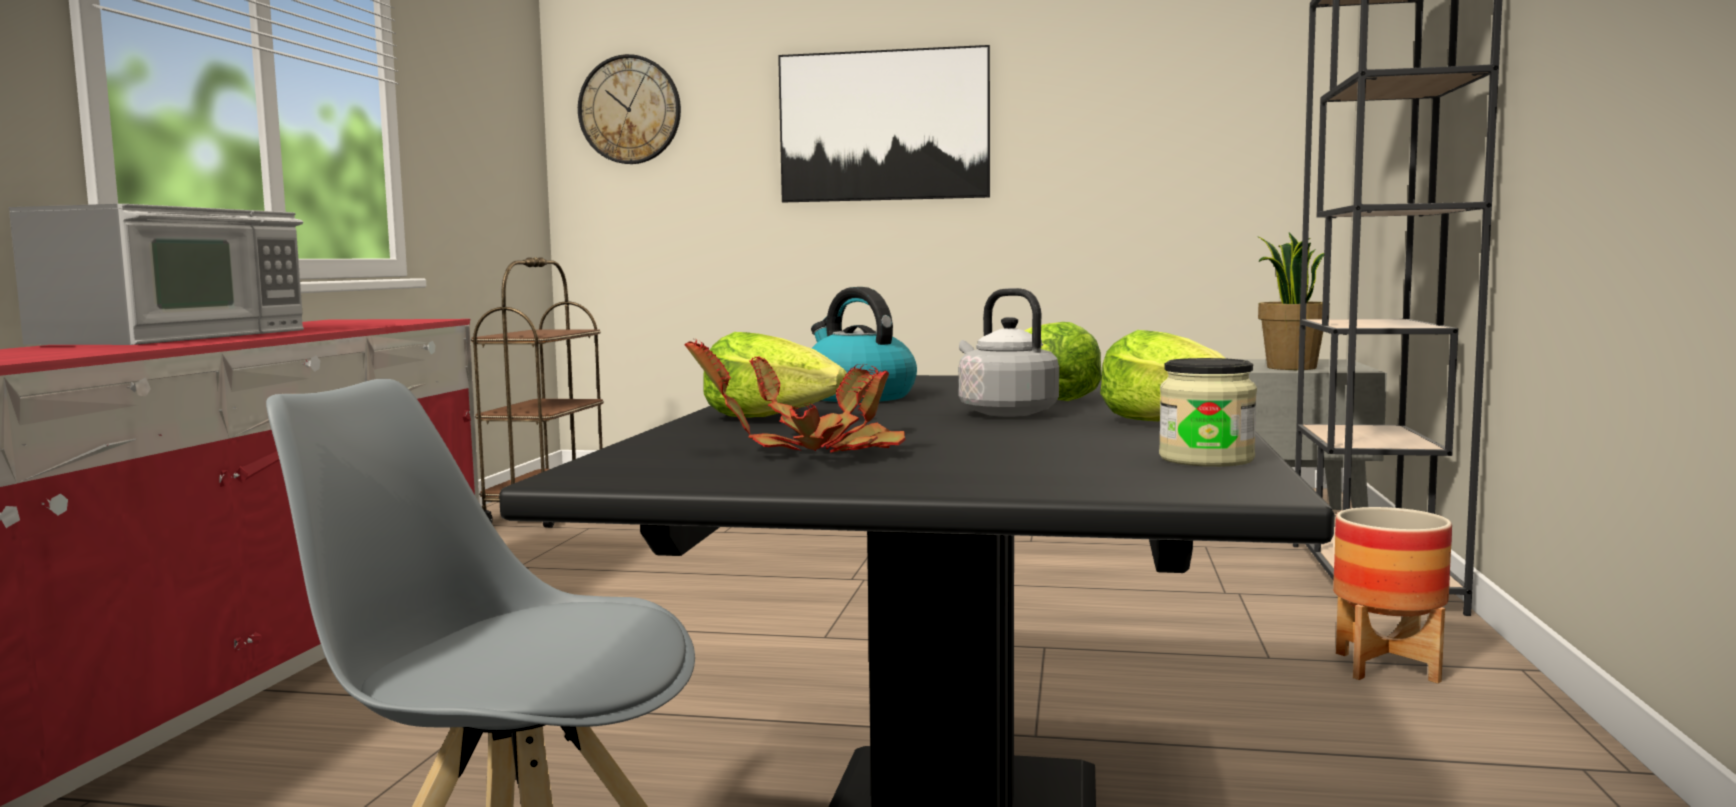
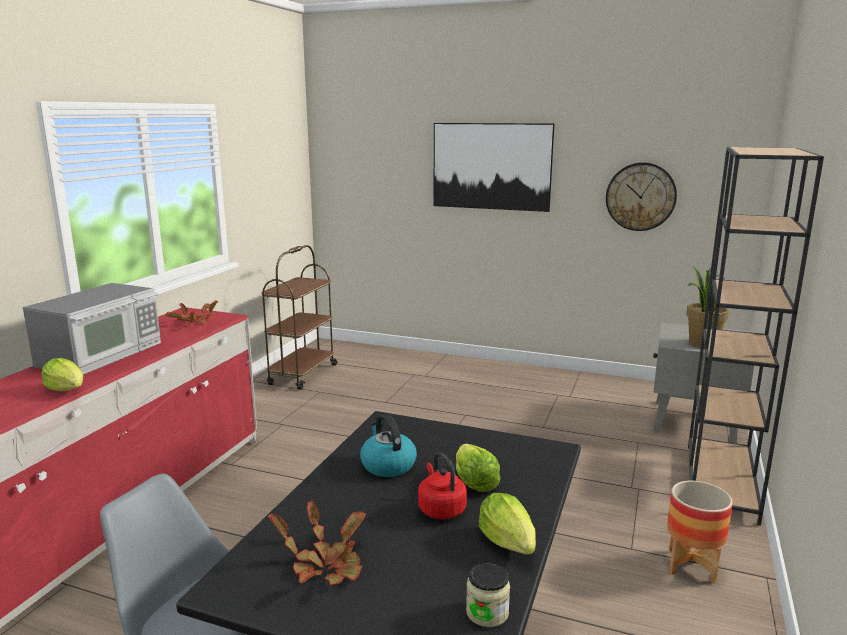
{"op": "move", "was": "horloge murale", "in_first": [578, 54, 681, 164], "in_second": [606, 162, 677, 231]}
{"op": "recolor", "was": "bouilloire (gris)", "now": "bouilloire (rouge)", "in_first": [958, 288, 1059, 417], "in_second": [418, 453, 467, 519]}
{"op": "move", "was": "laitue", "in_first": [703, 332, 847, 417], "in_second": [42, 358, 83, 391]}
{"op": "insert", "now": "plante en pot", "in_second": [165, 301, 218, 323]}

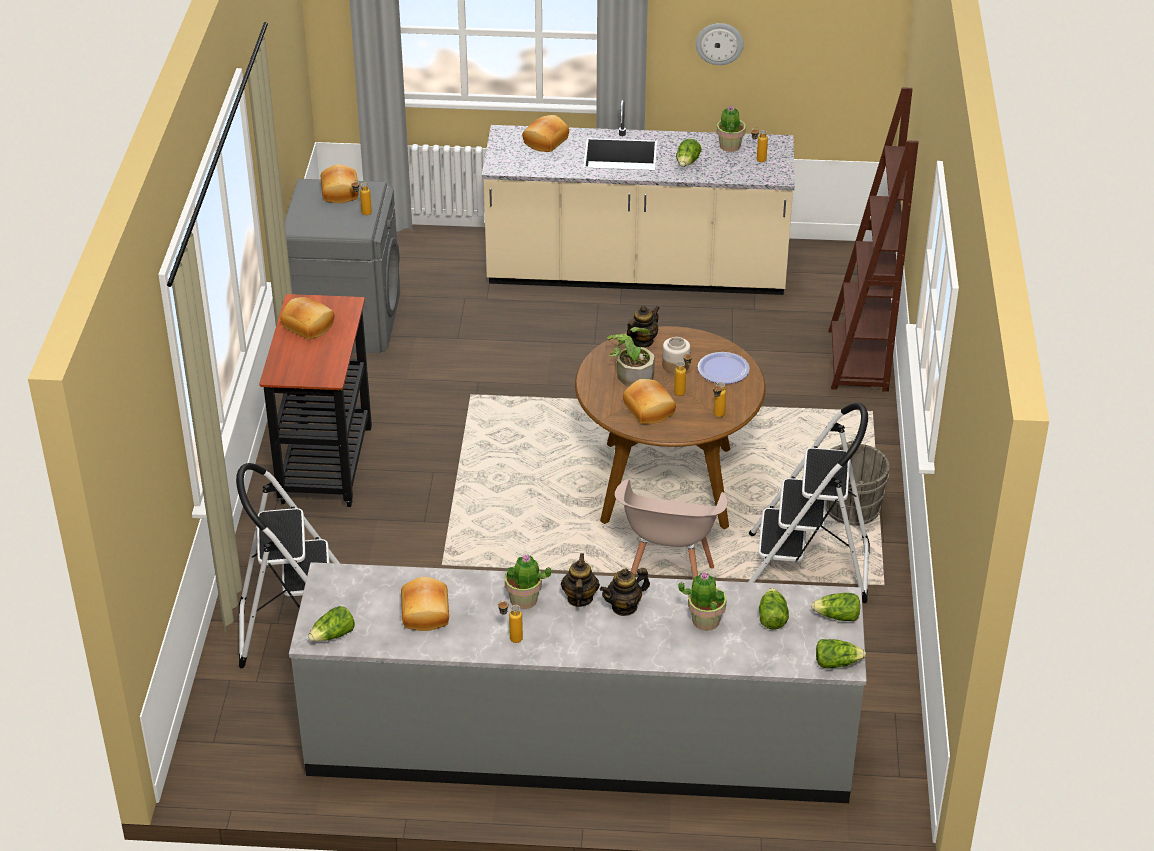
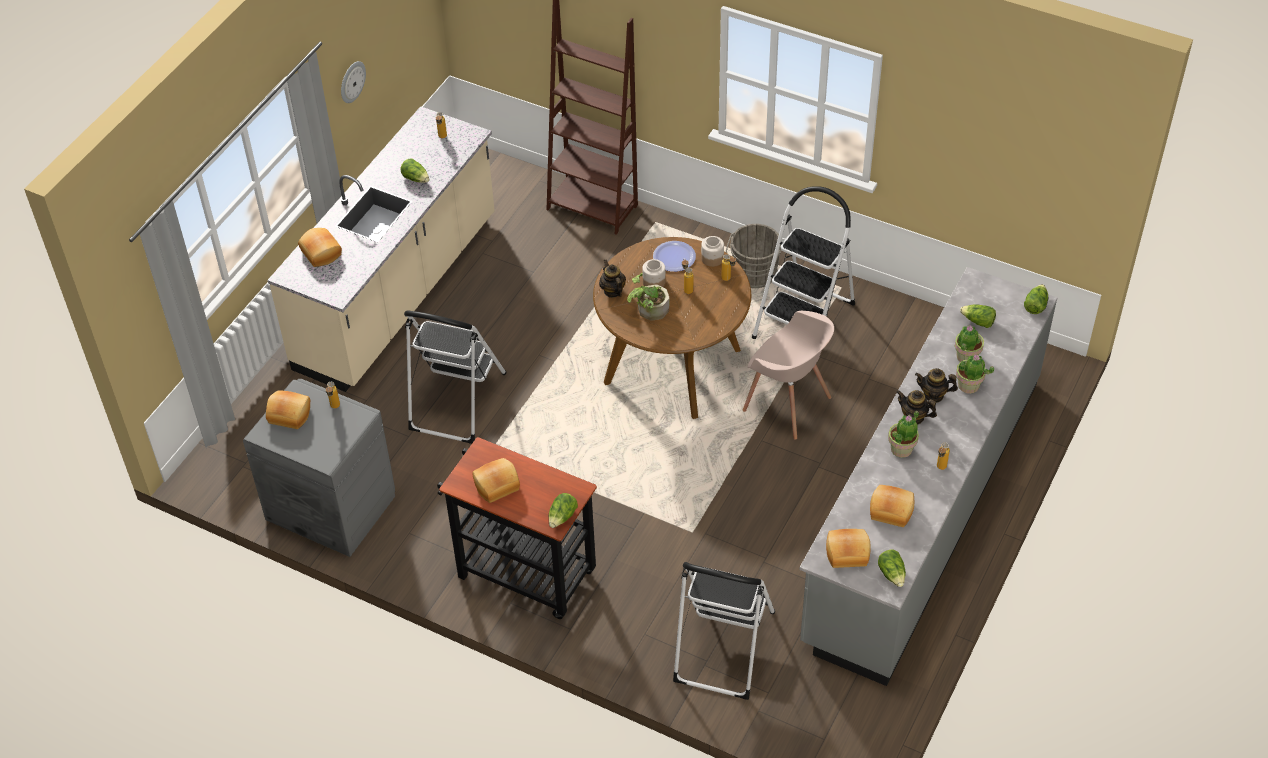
{"op": "move", "was": "plante en pot", "in_first": [717, 106, 746, 152], "in_second": [956, 354, 994, 394]}
{"op": "move", "was": "pain", "in_first": [623, 379, 676, 424], "in_second": [826, 529, 871, 568]}
{"op": "rotate", "was": "théière", "in_first": [600, 568, 650, 616], "in_second": [915, 368, 958, 403], "clockwise": 105}
{"op": "move", "was": "laitue", "in_first": [811, 593, 860, 621], "in_second": [549, 493, 578, 528]}
{"op": "insert", "now": "bocal", "in_second": [701, 236, 724, 267]}
{"op": "insert", "now": "escabeau", "in_second": [404, 310, 506, 444]}

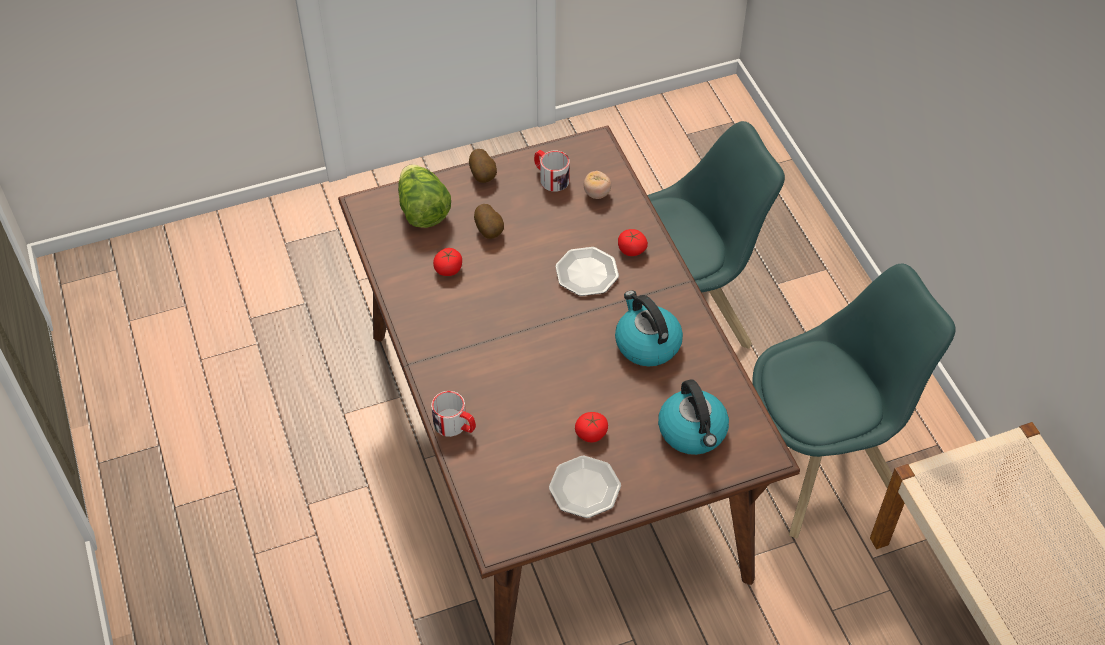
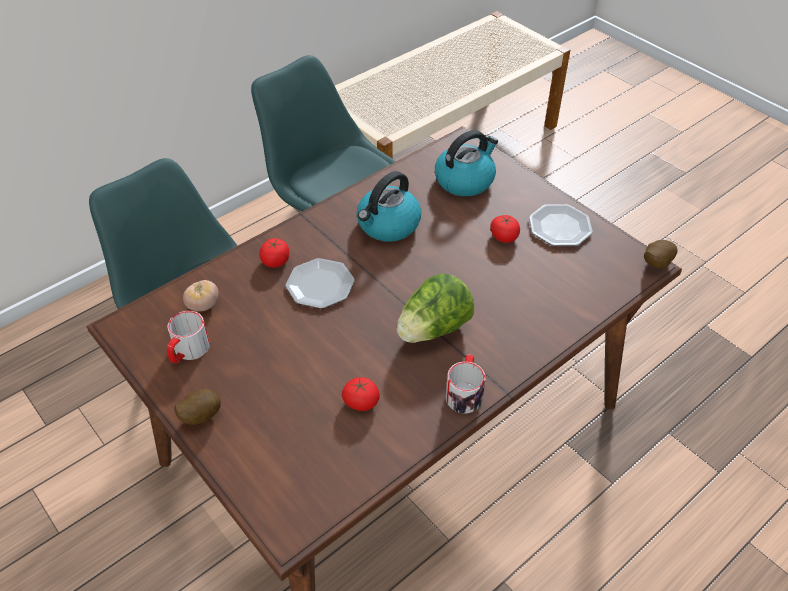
{"op": "move", "was": "laitue", "in_first": [398, 164, 451, 228], "in_second": [397, 273, 474, 343]}
{"op": "move", "was": "pomme de terre", "in_first": [474, 204, 504, 239], "in_second": [644, 240, 678, 268]}
{"op": "move", "was": "mug", "in_first": [431, 391, 476, 437], "in_second": [446, 354, 485, 413]}

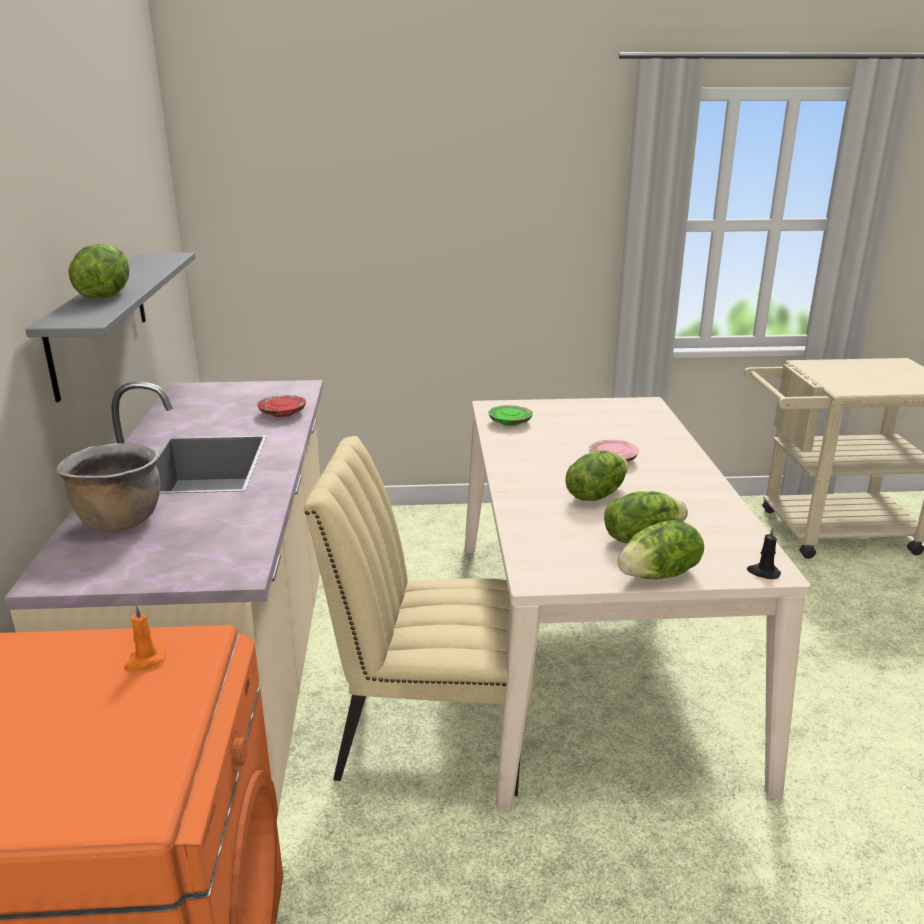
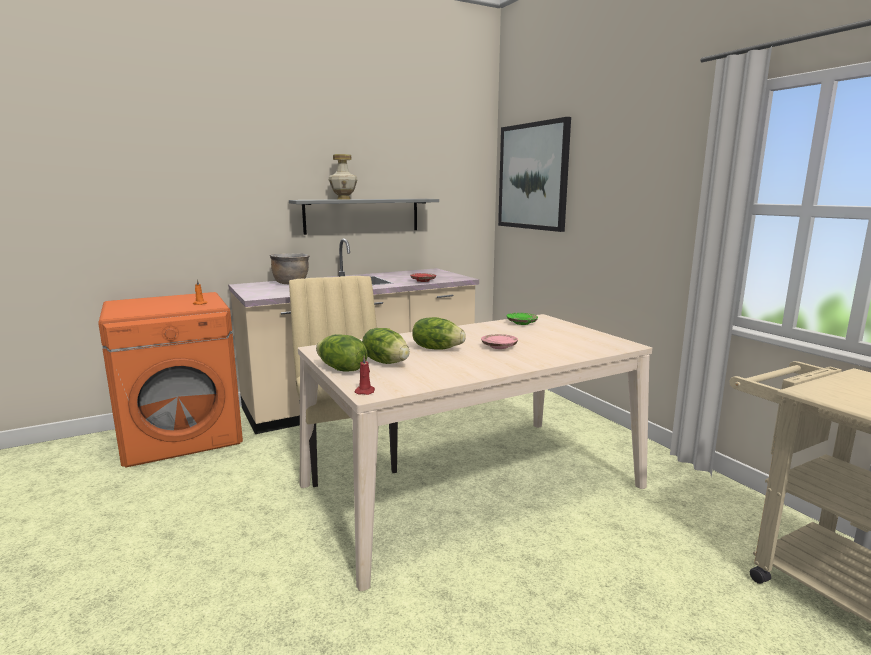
{"op": "replace", "was": "laitue", "now": "vase", "in_first": [68, 244, 129, 298], "in_second": [329, 154, 358, 200]}
{"op": "recolor", "was": "bougie (noir)", "now": "bougie (rouge)", "in_first": [747, 527, 781, 579], "in_second": [354, 356, 375, 395]}
{"op": "insert", "now": "tableau", "in_second": [498, 117, 571, 232]}

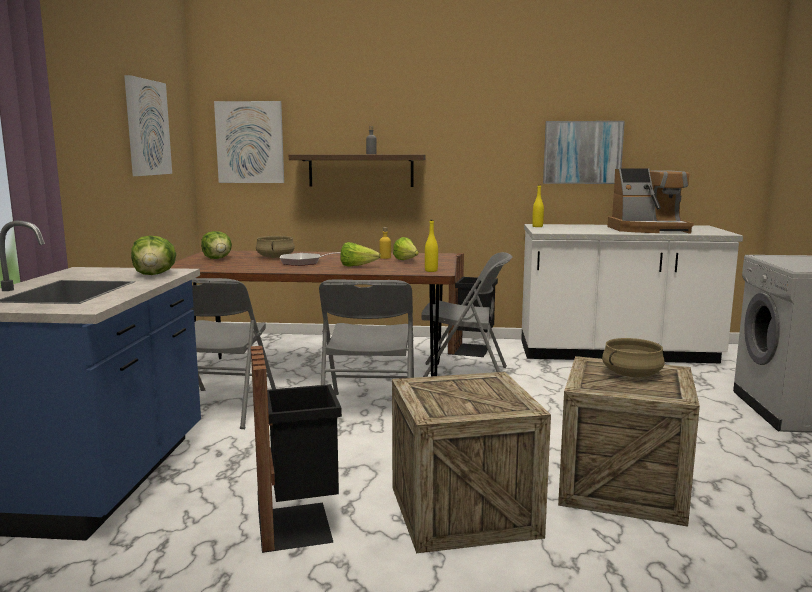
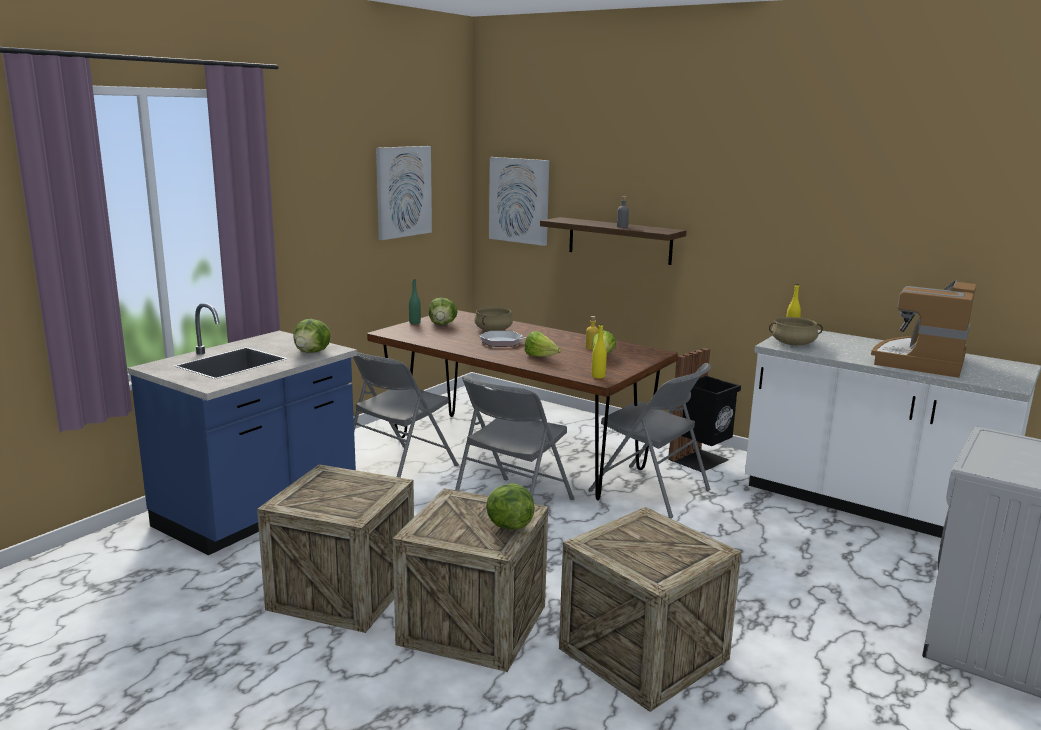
{"op": "delete", "was": "tableau", "in_first": [543, 121, 625, 184]}
{"op": "rotate", "was": "machine à café", "in_first": [608, 168, 694, 233], "in_second": [871, 280, 976, 378], "clockwise": 90}
{"op": "move", "was": "marmite (beige)", "in_first": [602, 338, 665, 377], "in_second": [769, 317, 823, 345]}
{"op": "replace", "was": "poubelle (noir)", "now": "caisse", "in_first": [251, 346, 342, 553], "in_second": [257, 464, 414, 633]}
{"op": "insert", "now": "bouteille (vert)", "in_second": [409, 279, 421, 324]}
{"op": "insert", "now": "laitue", "in_second": [486, 483, 535, 529]}

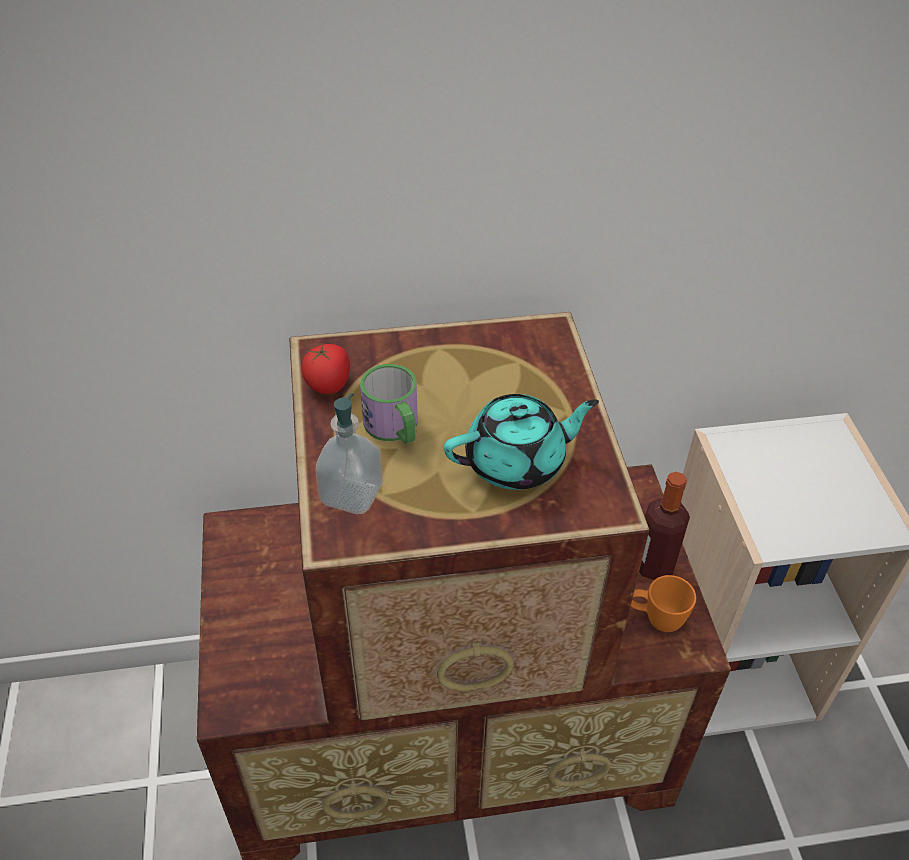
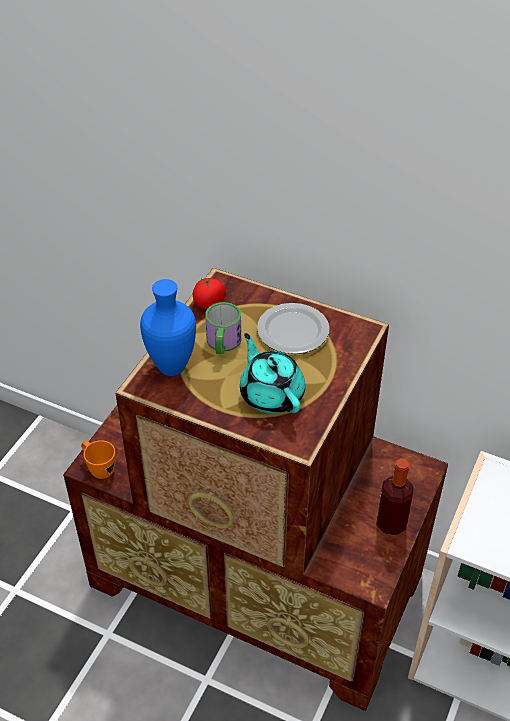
{"op": "replace", "was": "distributeur de savon", "now": "vase (bleu)", "in_first": [316, 393, 383, 514], "in_second": [140, 279, 196, 376]}
{"op": "rotate", "was": "théière (turquoise)", "in_first": [444, 394, 599, 490], "in_second": [240, 333, 305, 413], "clockwise": -135}
{"op": "move", "was": "mug (orange)", "in_first": [631, 575, 696, 632], "in_second": [81, 440, 116, 479]}
{"op": "insert", "now": "assiette", "in_second": [257, 303, 330, 354]}

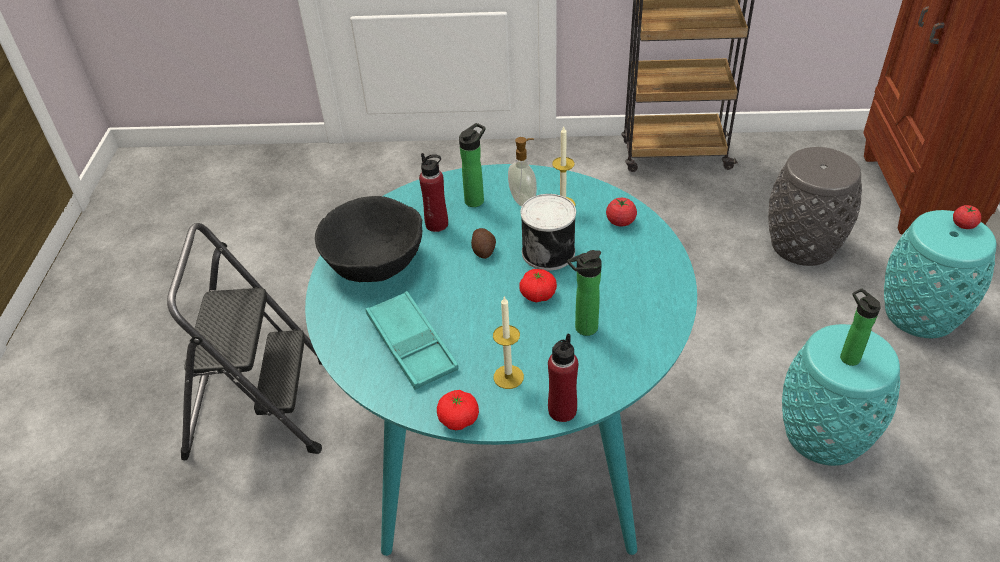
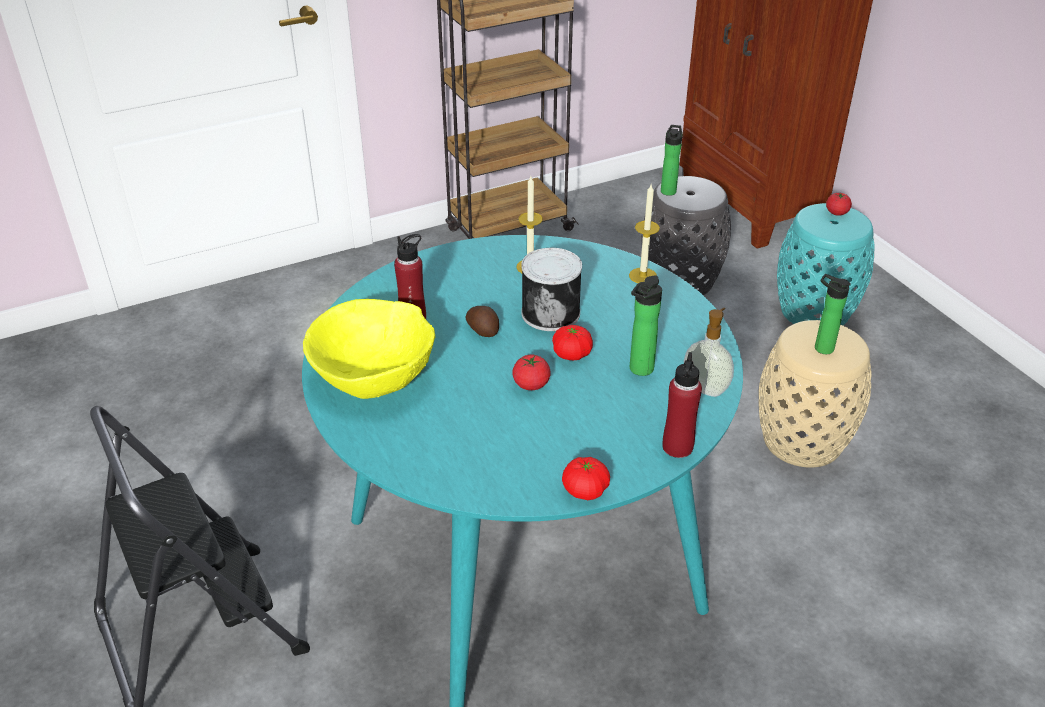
{"op": "move", "was": "bouteille", "in_first": [459, 123, 486, 207], "in_second": [661, 125, 682, 196]}
{"op": "move", "was": "distributeur de savon", "in_first": [508, 137, 537, 206], "in_second": [684, 308, 734, 397]}
{"op": "recolor", "was": "bol (noir)", "now": "bol (jaune)", "in_first": [315, 196, 422, 282], "in_second": [303, 299, 435, 399]}
{"op": "move", "was": "tomate", "in_first": [606, 198, 637, 226], "in_second": [512, 355, 551, 390]}
{"op": "delete", "was": "plateau (turquoise)", "in_first": [366, 291, 459, 390]}
{"op": "move", "was": "bougie", "in_first": [493, 296, 524, 389], "in_second": [629, 185, 660, 283]}
{"op": "recolor", "was": "tabouret (turquoise)", "now": "tabouret (beige)", "in_first": [782, 324, 900, 466], "in_second": [758, 320, 872, 468]}

